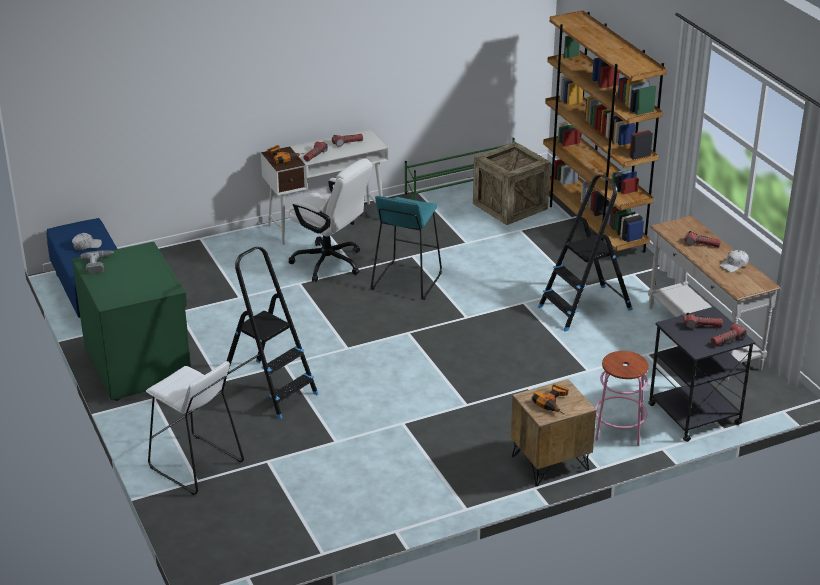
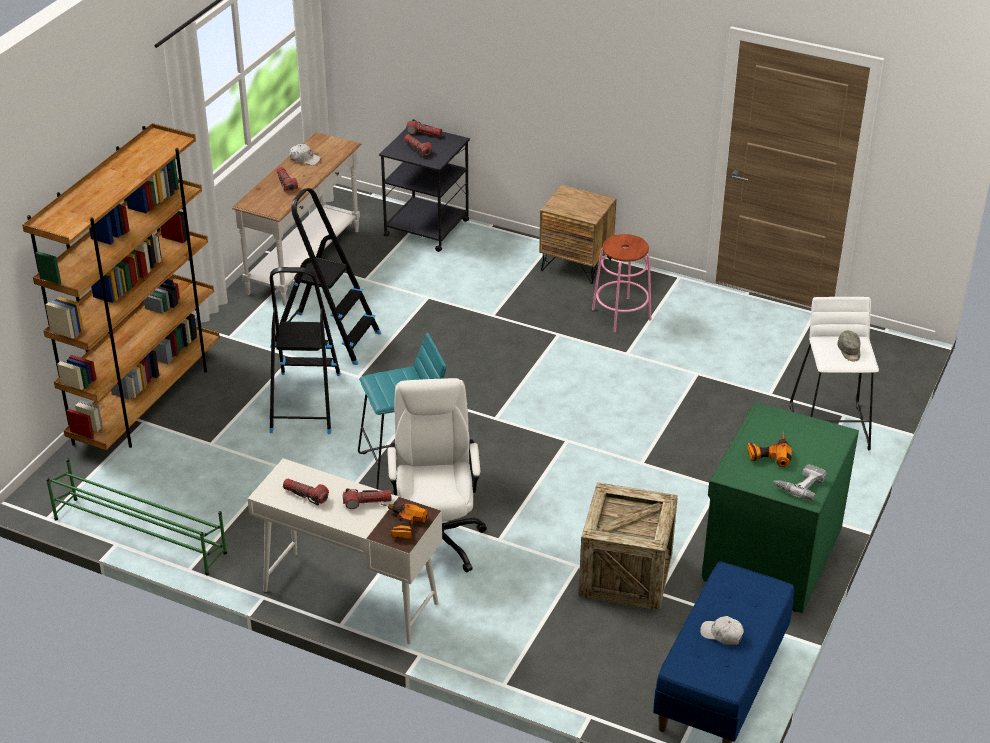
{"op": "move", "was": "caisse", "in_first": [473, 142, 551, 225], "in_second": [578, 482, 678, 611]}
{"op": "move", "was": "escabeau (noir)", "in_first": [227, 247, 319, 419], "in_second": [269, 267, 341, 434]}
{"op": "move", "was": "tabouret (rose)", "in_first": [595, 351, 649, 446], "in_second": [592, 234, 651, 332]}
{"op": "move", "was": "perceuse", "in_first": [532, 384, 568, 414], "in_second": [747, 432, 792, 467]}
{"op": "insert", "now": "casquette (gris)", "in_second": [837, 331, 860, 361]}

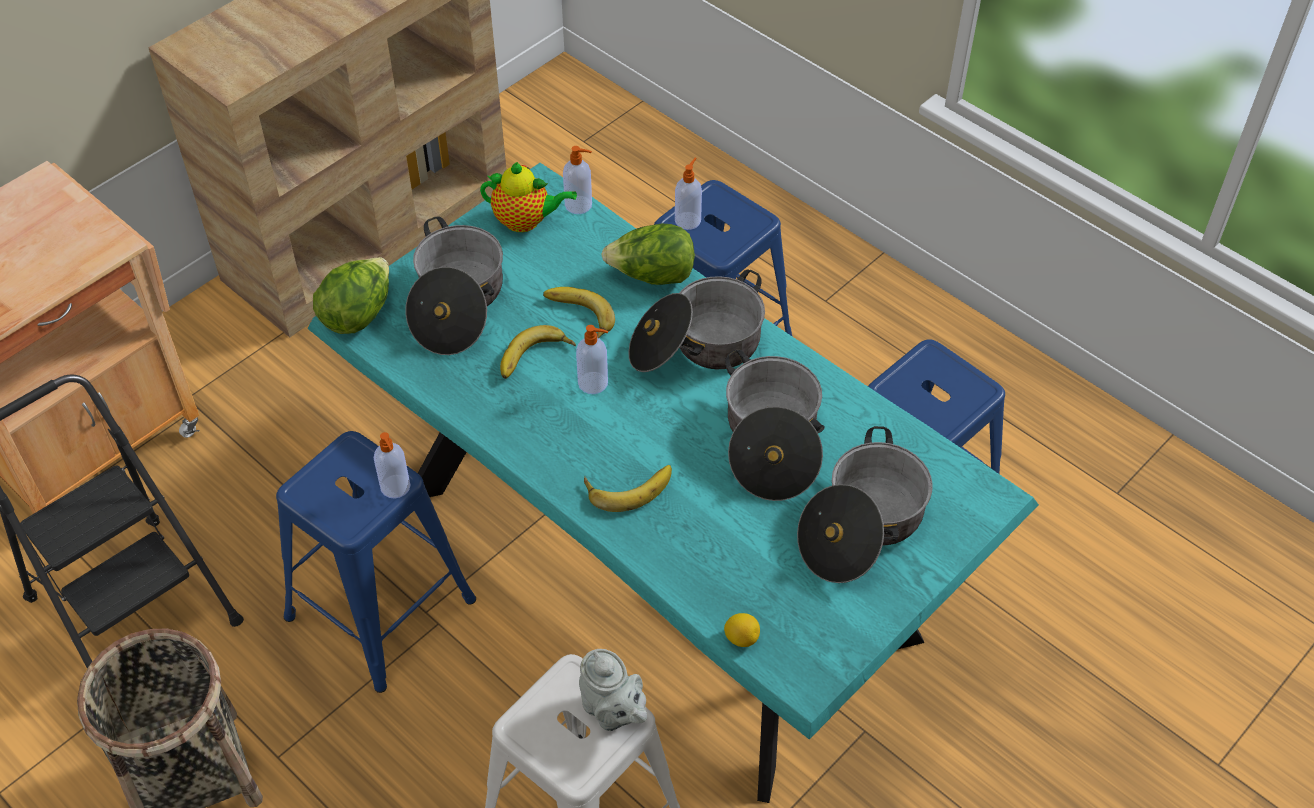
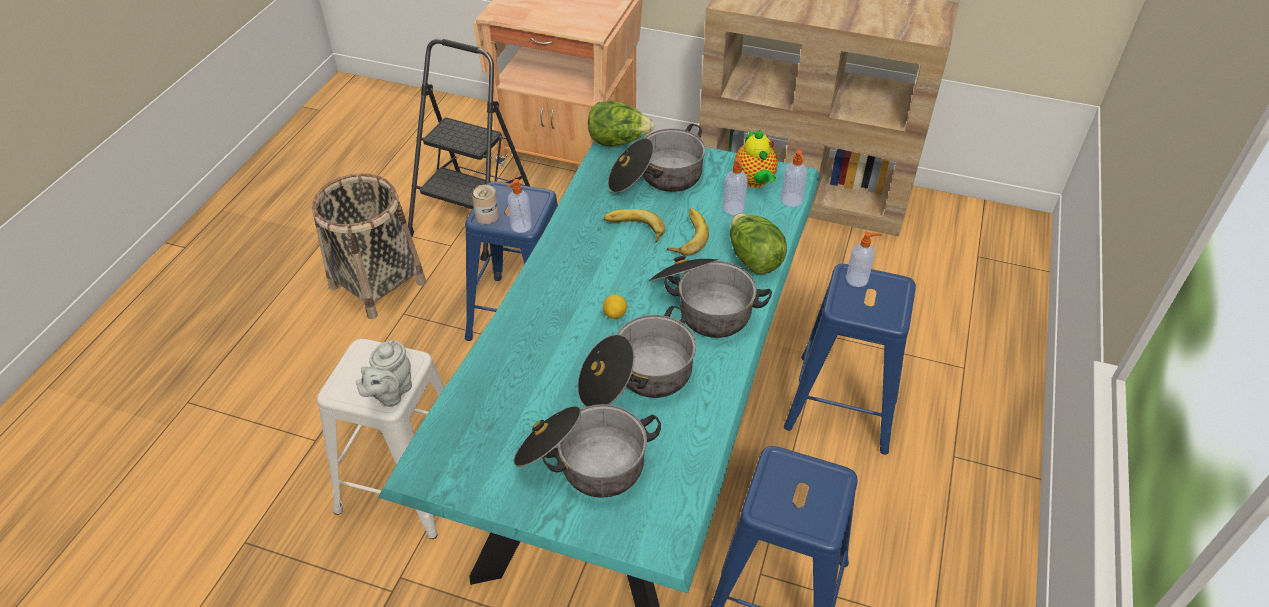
{"op": "move", "was": "distributeur de savon", "in_first": [576, 325, 608, 394], "in_second": [723, 158, 748, 215]}
{"op": "delete", "was": "banane", "in_first": [584, 465, 672, 512]}
{"op": "move", "was": "citron", "in_first": [724, 613, 760, 647], "in_second": [603, 294, 627, 319]}
{"op": "insert", "now": "boîte métallique", "in_second": [472, 185, 499, 224]}

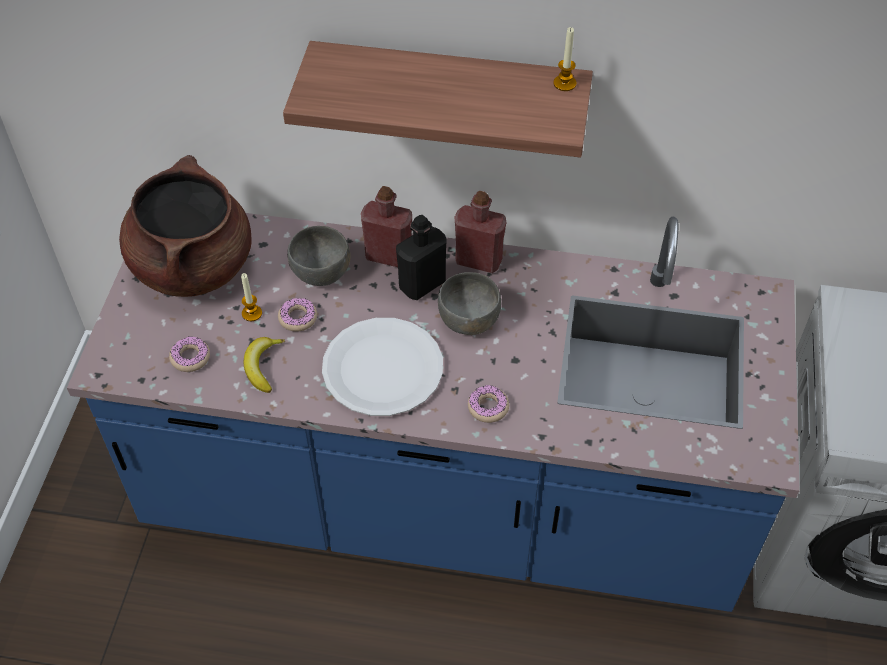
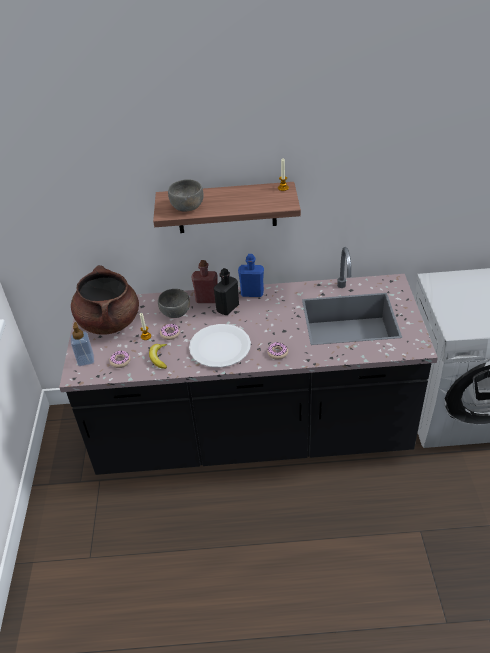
{"op": "recolor", "was": "bouteille (rouge)", "now": "bouteille (bleu)", "in_first": [454, 191, 506, 273], "in_second": [238, 254, 264, 297]}
{"op": "recolor", "was": "comptoir de cuisine (bleu)", "now": "comptoir de cuisine (noir)", "in_first": [67, 213, 800, 612], "in_second": [59, 247, 438, 475]}
{"op": "move", "was": "bol (gris)", "in_first": [438, 272, 501, 335], "in_second": [168, 179, 204, 212]}
{"op": "insert", "now": "distributeur de savon", "in_second": [71, 322, 94, 366]}

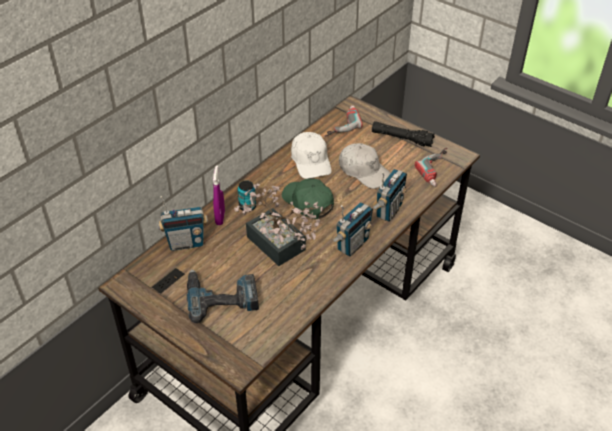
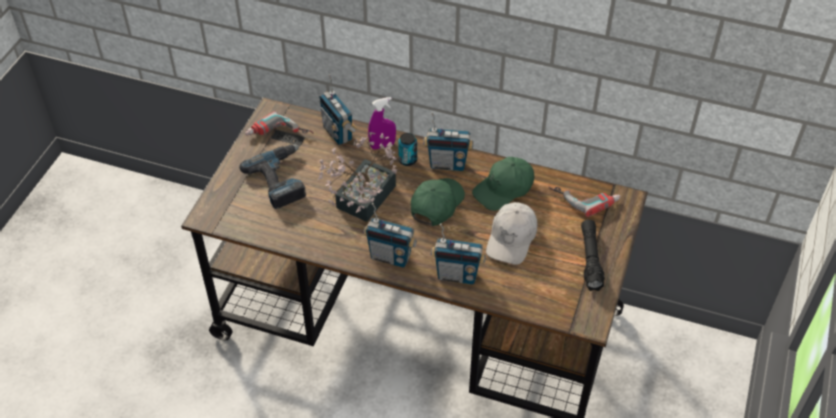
{"op": "recolor", "was": "casquette (blanc)", "now": "casquette (vert)", "in_first": [291, 132, 332, 179], "in_second": [472, 157, 534, 211]}
{"op": "move", "was": "perceuse", "in_first": [415, 148, 448, 187], "in_second": [245, 111, 314, 135]}
{"op": "insert", "now": "radio", "in_second": [423, 113, 474, 171]}

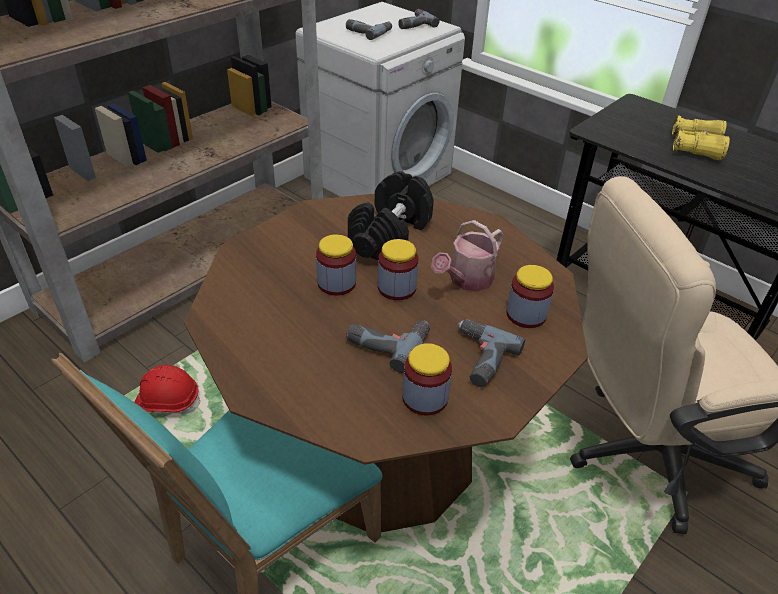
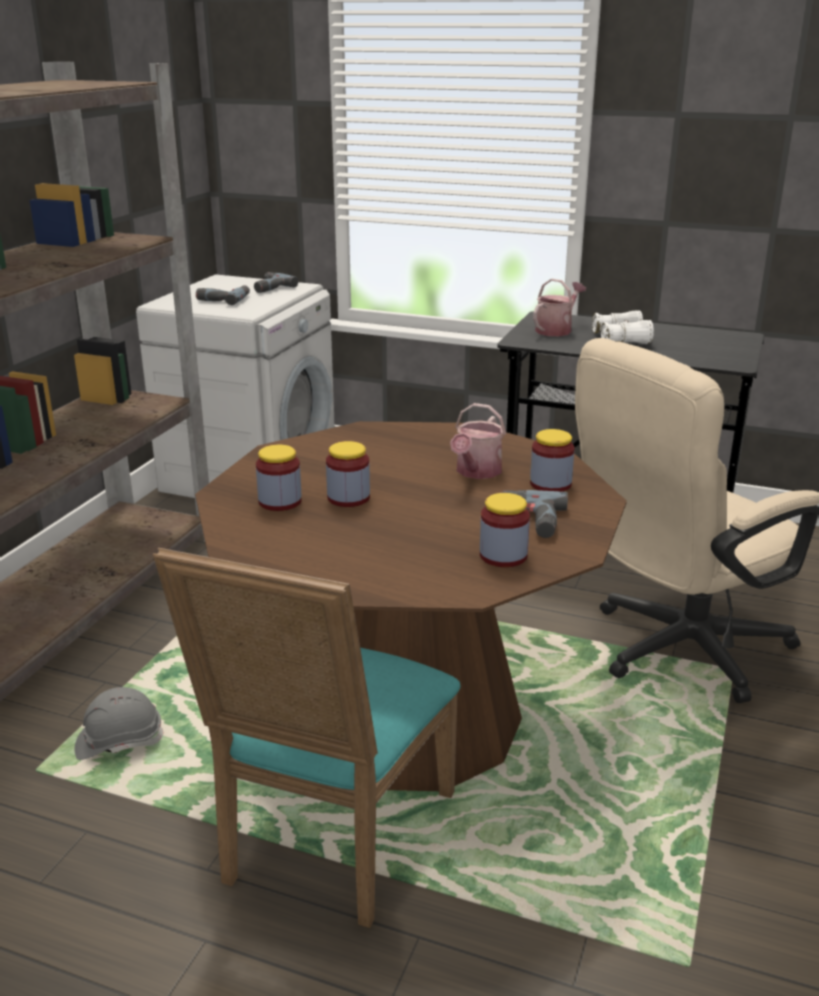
{"op": "recolor", "was": "jumelles (jaune)", "now": "jumelles (blanc)", "in_first": [672, 116, 730, 160], "in_second": [592, 310, 654, 344]}
{"op": "delete", "was": "haltère (noir)", "in_first": [348, 171, 434, 260]}
{"op": "move", "was": "bocal", "in_first": [378, 239, 418, 300], "in_second": [256, 445, 302, 511]}
{"op": "delete", "was": "perceuse", "in_first": [346, 320, 430, 373]}
{"op": "recolor", "was": "casque de chantier (rouge)", "now": "casque de chantier (gris)", "in_first": [135, 365, 200, 414], "in_second": [74, 687, 163, 760]}
{"op": "insert", "now": "arrosoir", "in_second": [533, 279, 586, 336]}

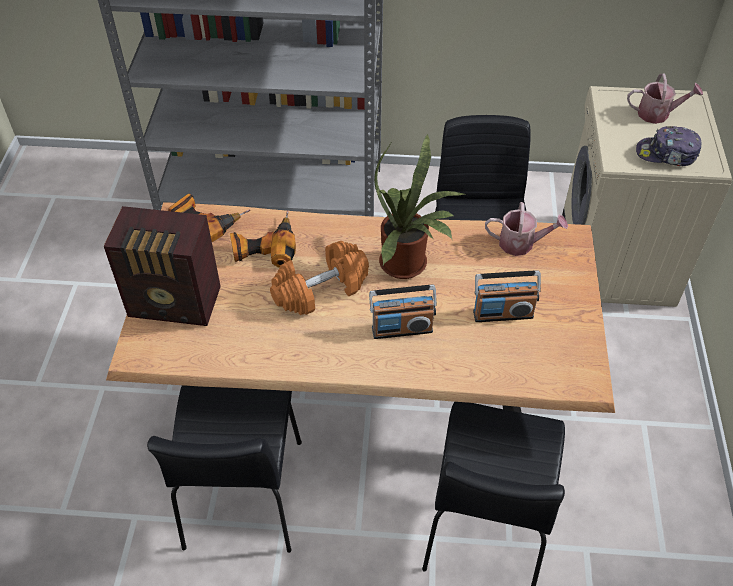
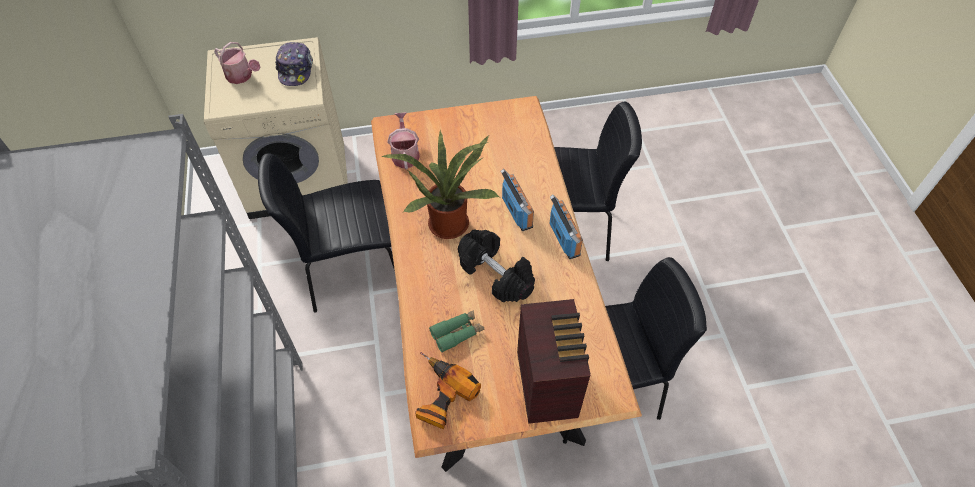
{"op": "rotate", "was": "arrosoir", "in_first": [627, 74, 703, 124], "in_second": [214, 42, 260, 84], "clockwise": 135}
{"op": "replace", "was": "perceuse", "now": "jumelles (vert)", "in_first": [230, 210, 296, 267], "in_second": [429, 310, 484, 353]}
{"op": "recolor", "was": "haltère (orange)", "now": "haltère (noir)", "in_first": [270, 241, 369, 315], "in_second": [458, 230, 535, 302]}
{"op": "move", "was": "radio", "in_first": [473, 270, 541, 322], "in_second": [549, 195, 583, 259]}

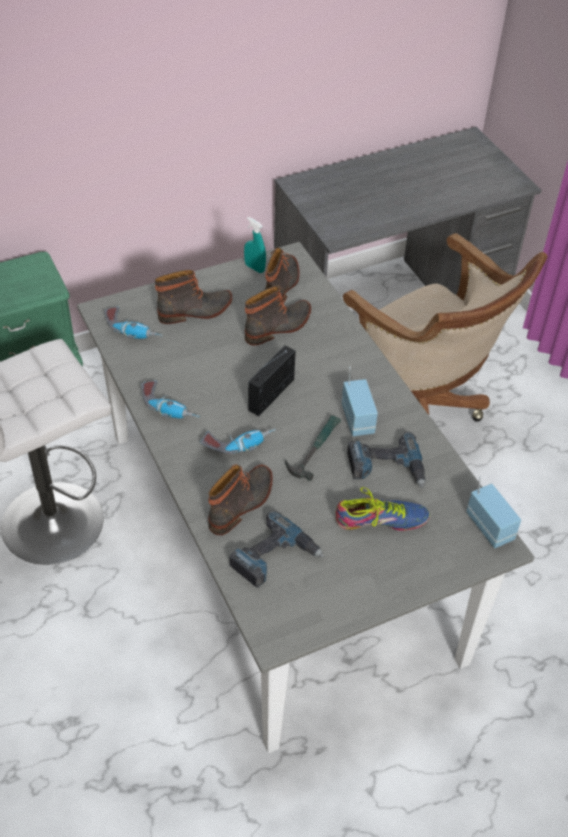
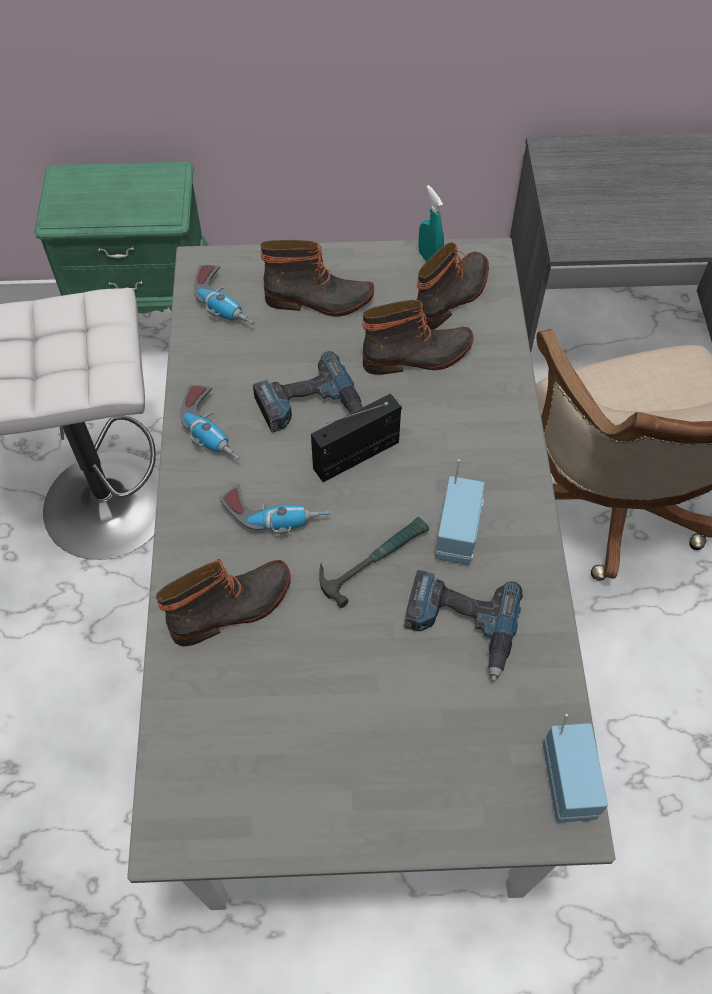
{"op": "delete", "was": "chaussure", "in_first": [336, 487, 430, 531]}
{"op": "move", "was": "perceuse", "in_first": [230, 511, 324, 588], "in_second": [253, 351, 363, 432]}

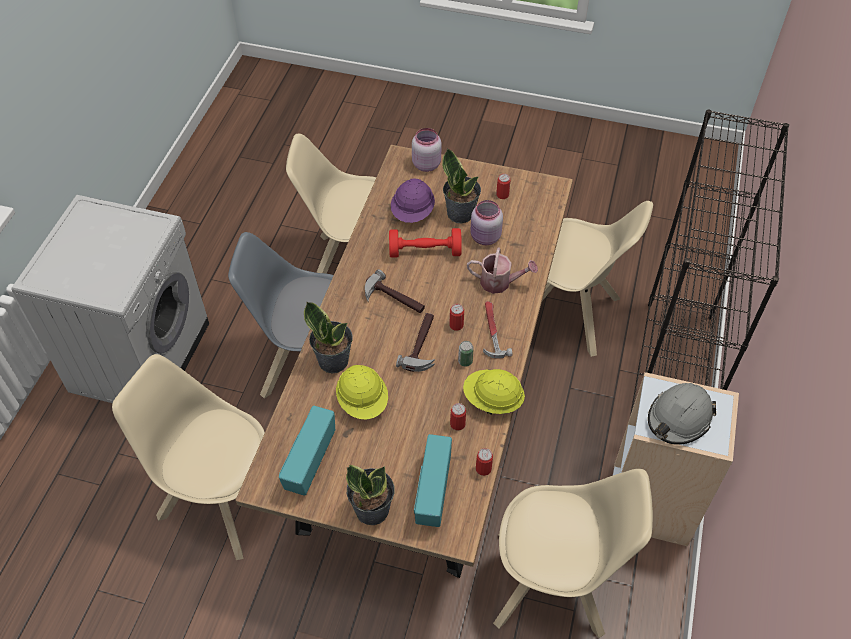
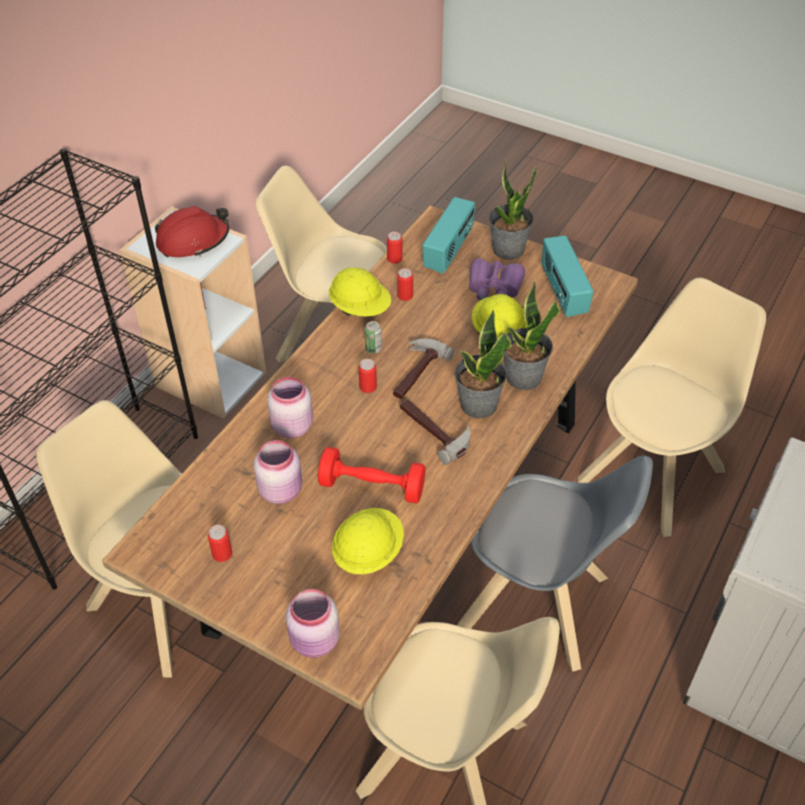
{"op": "move", "was": "plante en pot", "in_first": [442, 148, 481, 223], "in_second": [454, 310, 511, 418]}
{"op": "recolor", "was": "casque de chantier (violet)", "now": "casque de chantier (jaune)", "in_first": [391, 179, 435, 223], "in_second": [332, 508, 404, 574]}
{"op": "replace", "was": "arrosoir", "now": "bocal (rose)", "in_first": [467, 247, 538, 294], "in_second": [267, 377, 313, 438]}
{"op": "delete", "was": "marteau", "in_first": [483, 301, 512, 359]}
{"op": "rotate", "was": "chaise (beige)", "in_first": [112, 354, 265, 560], "in_second": [578, 278, 766, 537], "clockwise": -90}
{"op": "recolor", "was": "casque de chantier (gris)", "now": "casque de chantier (rouge)", "in_first": [648, 383, 716, 445], "in_second": [155, 206, 229, 257]}
{"op": "rotate", "was": "radio", "in_first": [279, 406, 335, 496], "in_second": [542, 236, 594, 317], "clockwise": 135}
{"op": "insert", "now": "jumelles (violet)", "in_second": [469, 259, 525, 301]}

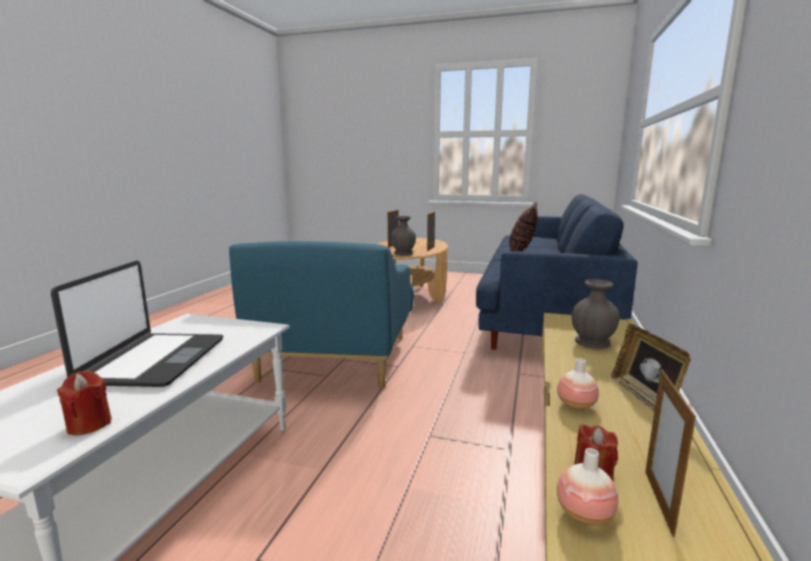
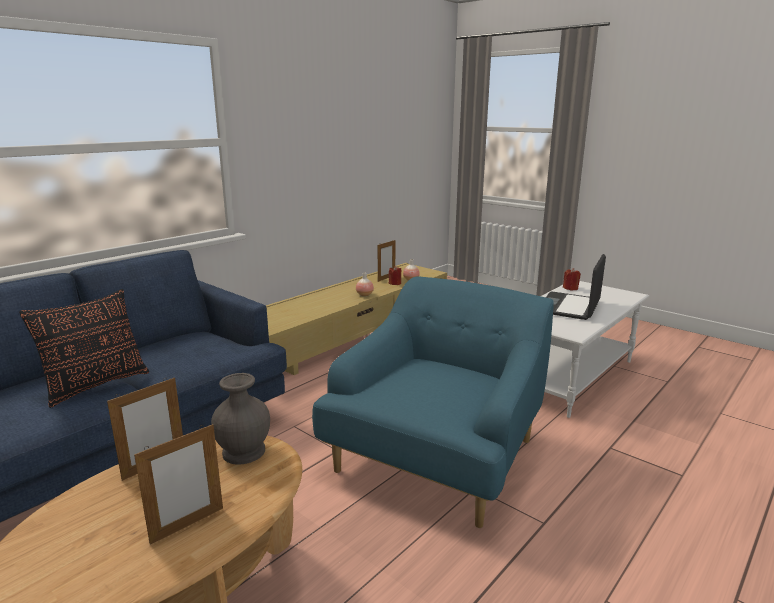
{"op": "delete", "was": "vase (gris)", "in_first": [572, 279, 620, 349]}
{"op": "delete", "was": "cadre photo", "in_first": [611, 324, 691, 411]}

